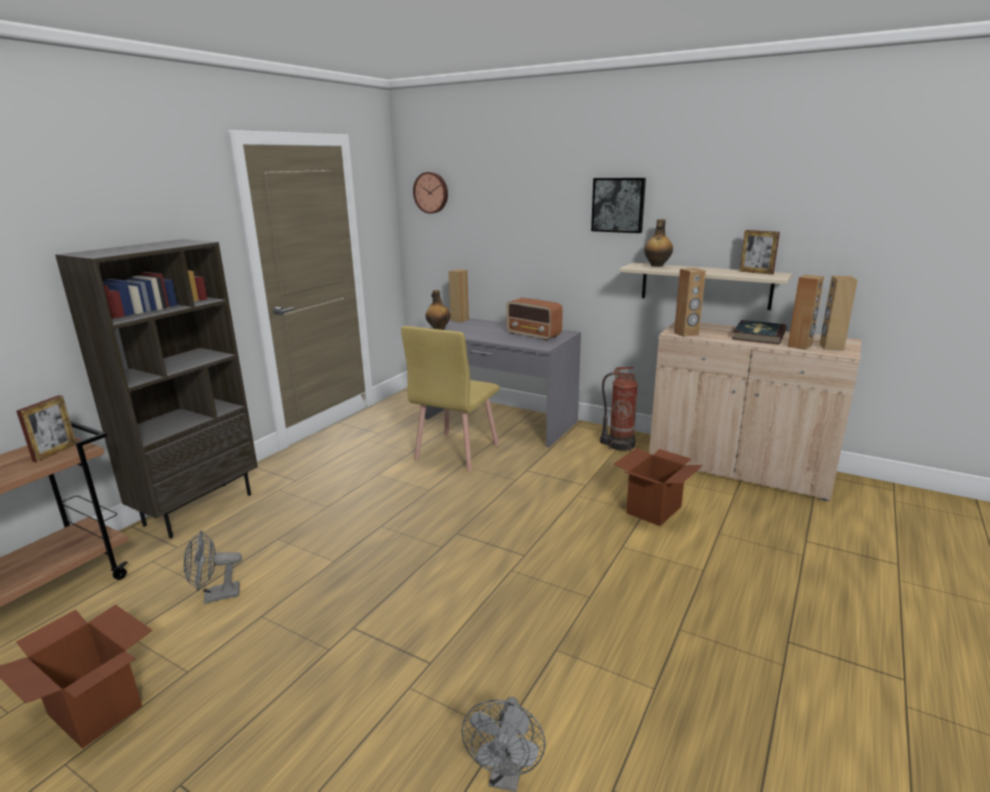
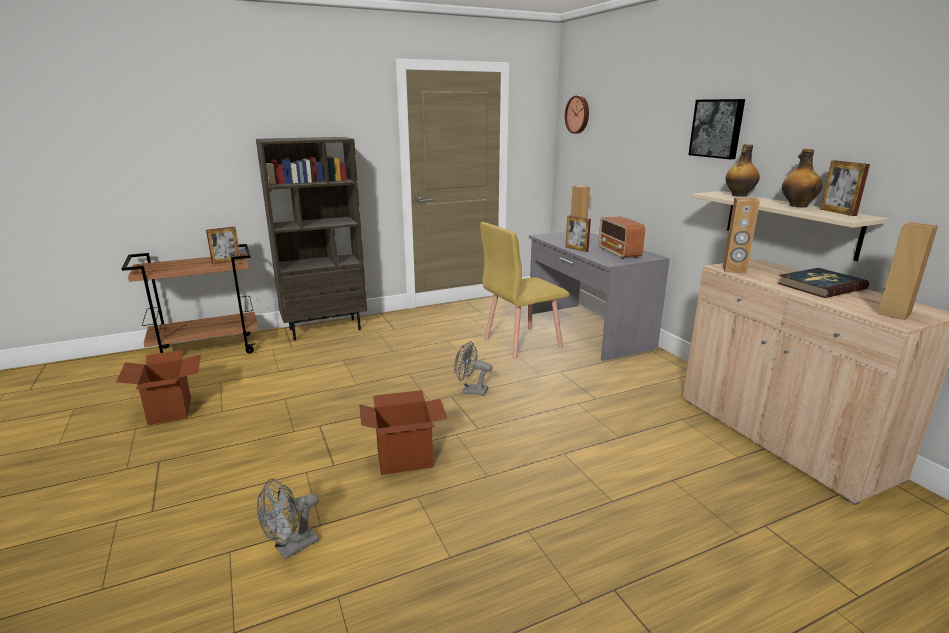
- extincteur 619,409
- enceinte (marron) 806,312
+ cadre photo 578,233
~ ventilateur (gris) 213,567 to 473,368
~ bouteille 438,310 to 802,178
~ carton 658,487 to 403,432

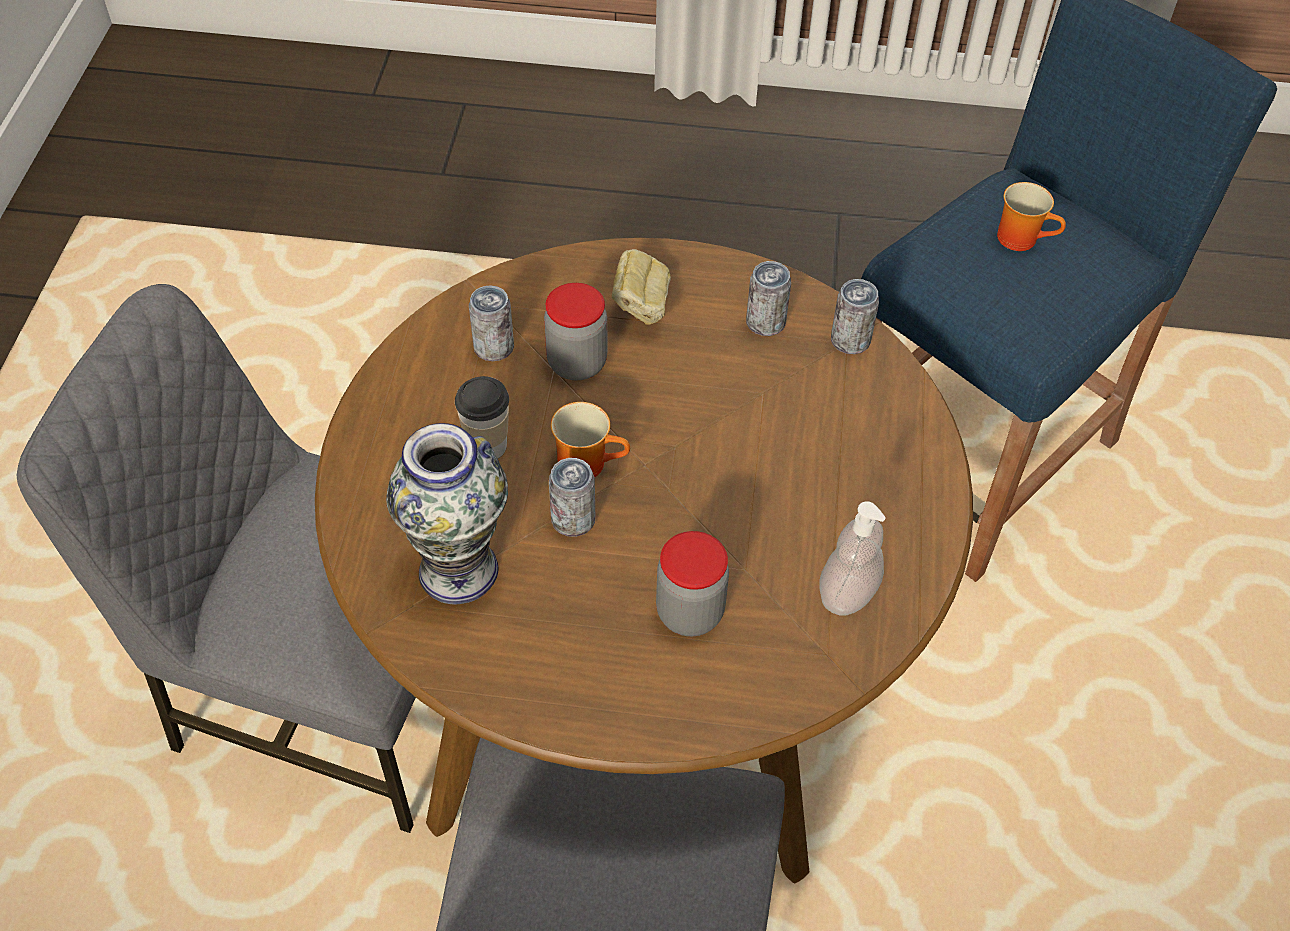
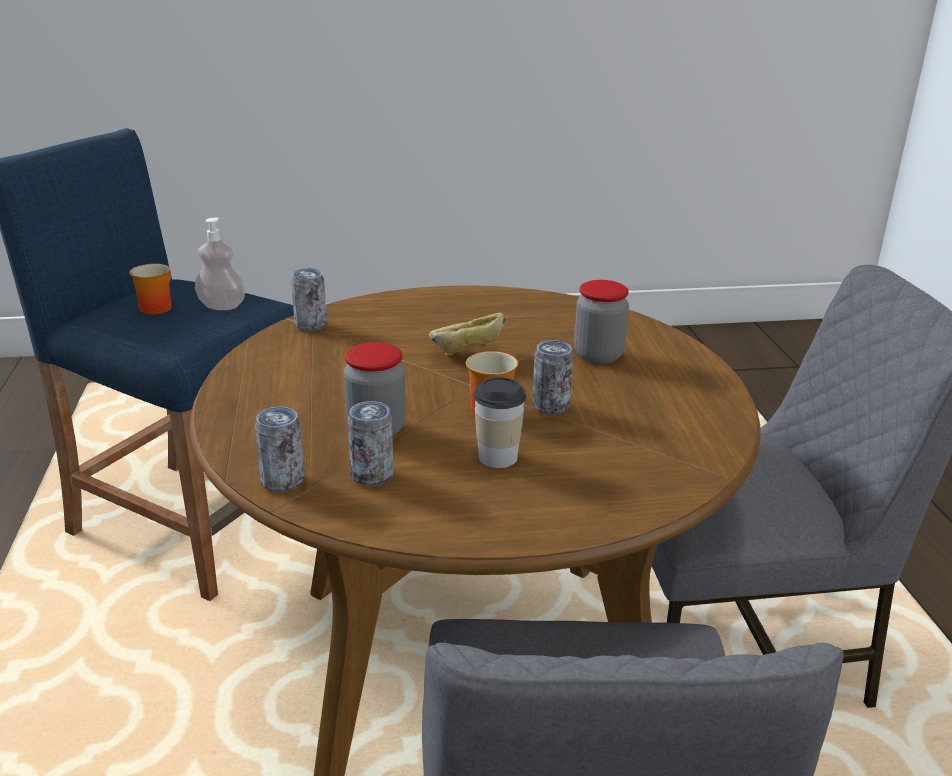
- vase 447,513
~ pain 641,287 to 467,334
~ boîte métallique 768,298 to 280,450
~ distributeur de savon 852,558 to 220,264

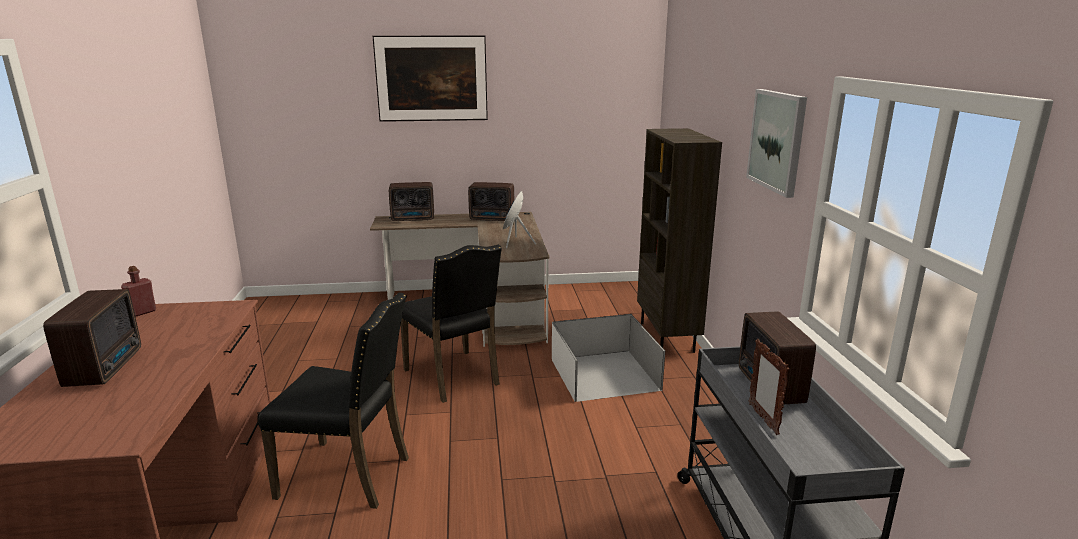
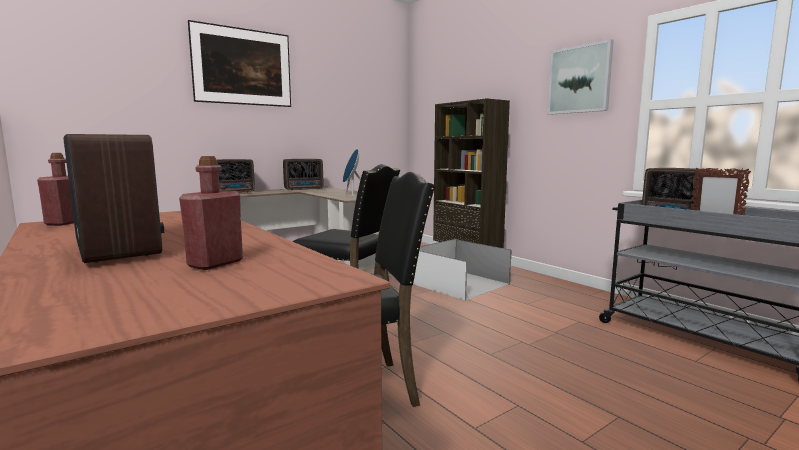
+ bouteille (rouge) 211,213

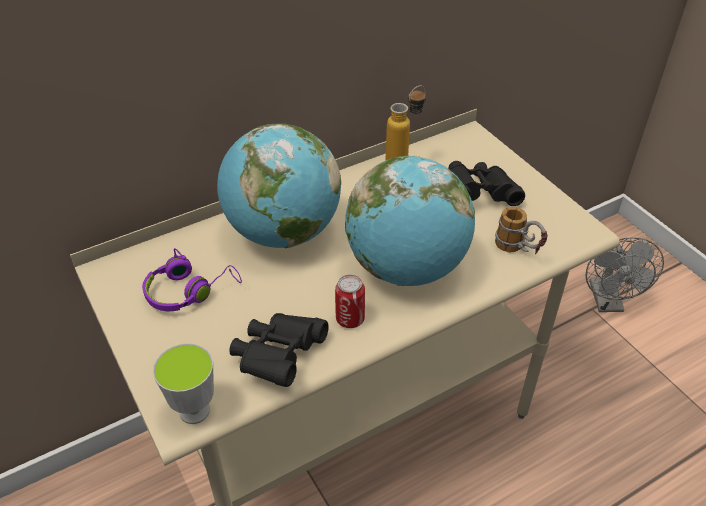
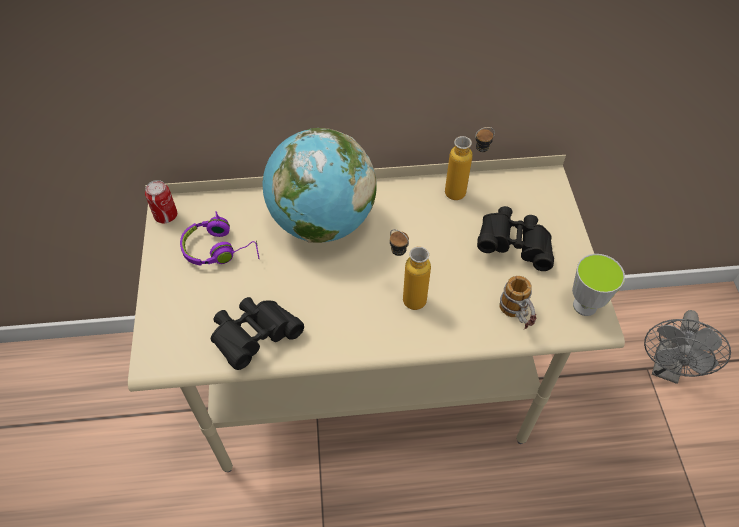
~ tasse 183,383 to 598,285
~ boîte métallique 350,301 to 161,202
~ globe 410,221 to bouteille 410,269

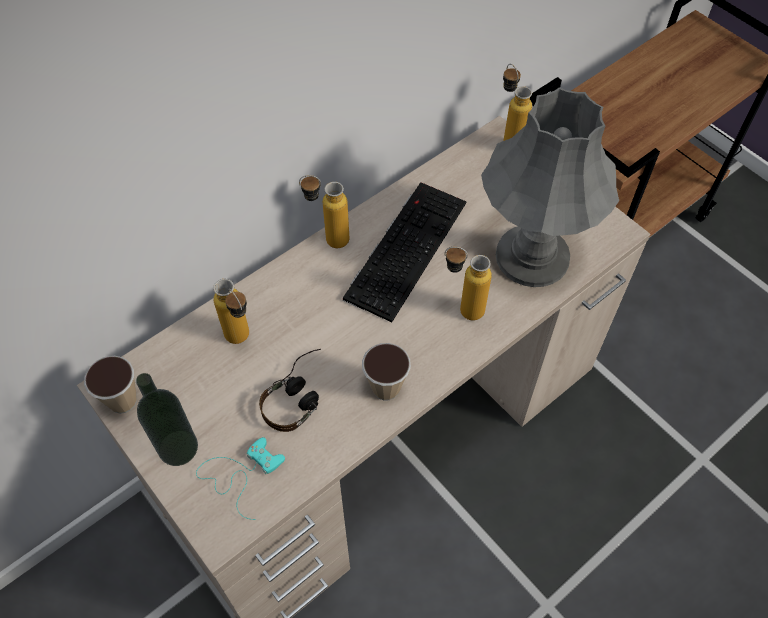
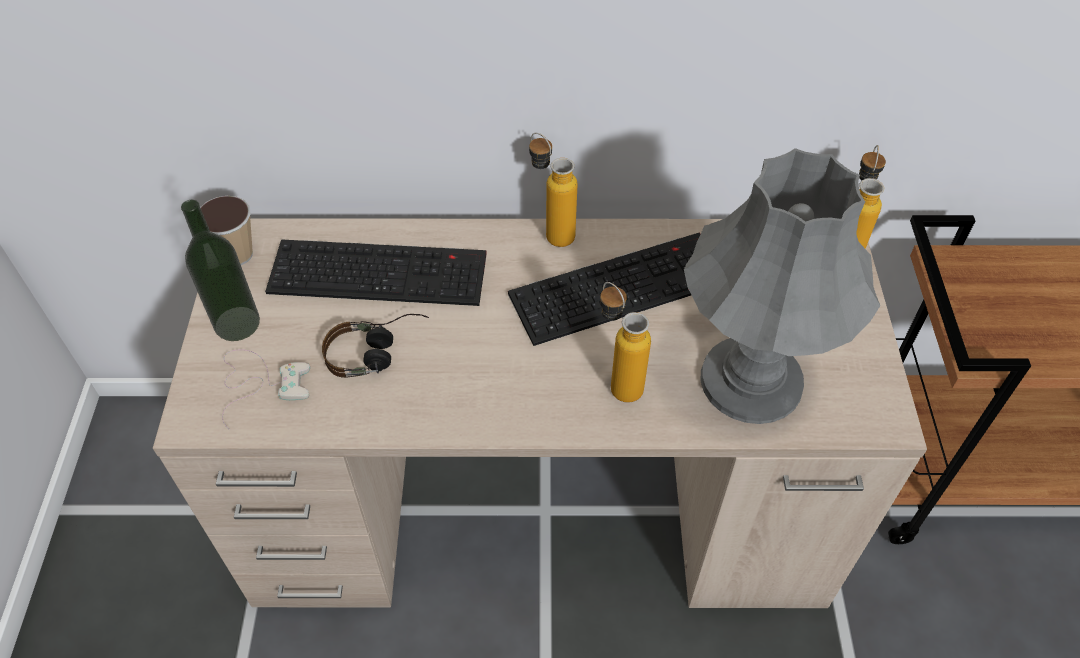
- tasse 386,372
~ bouteille 231,311 to clavier 376,272
~ manette (turquoise) 240,478 to manette (blanc) 266,389

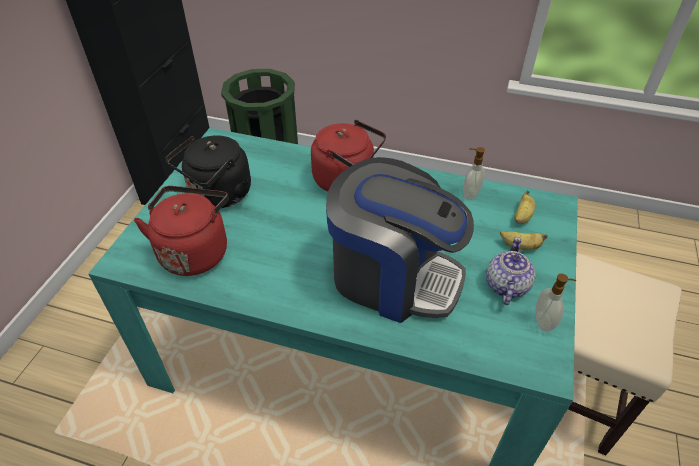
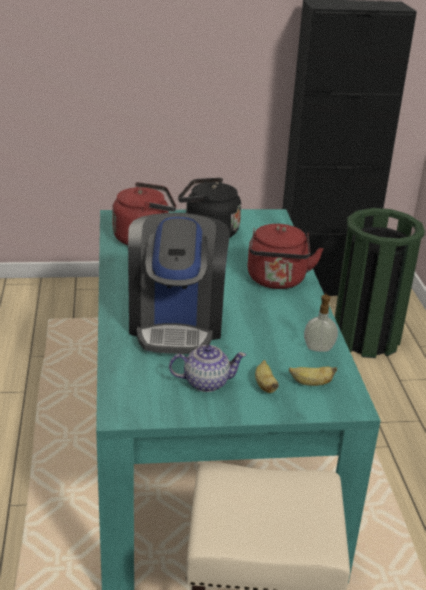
- distributeur de savon 556,303

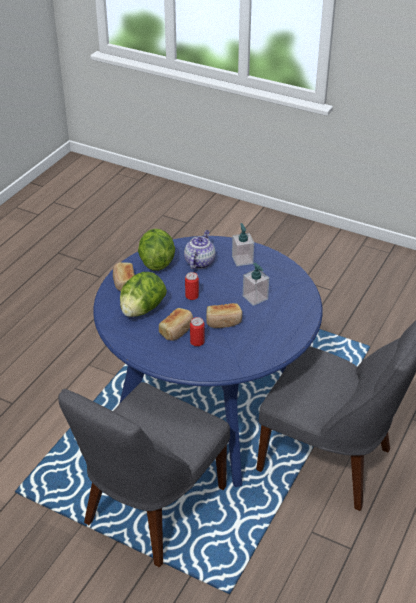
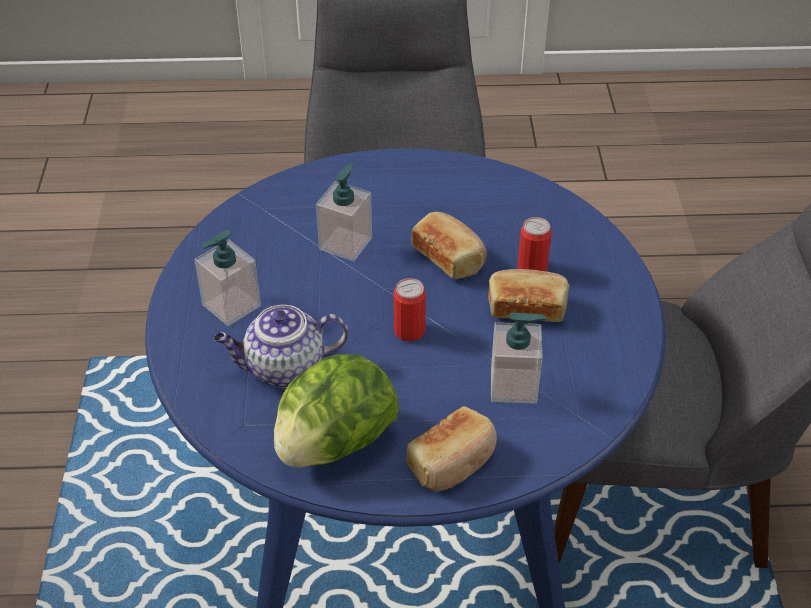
~ laitue 143,294 to distributeur de savon 518,358

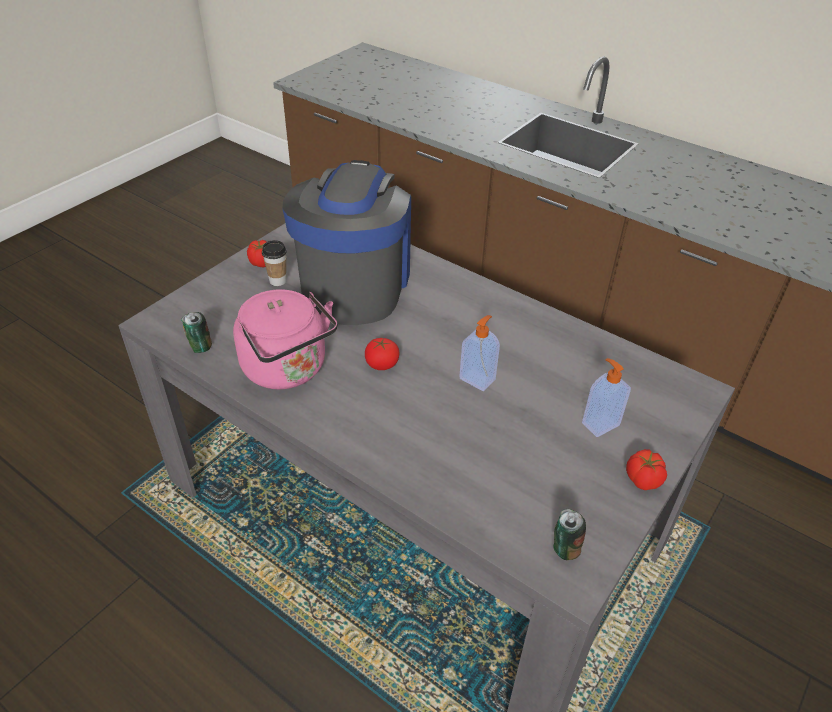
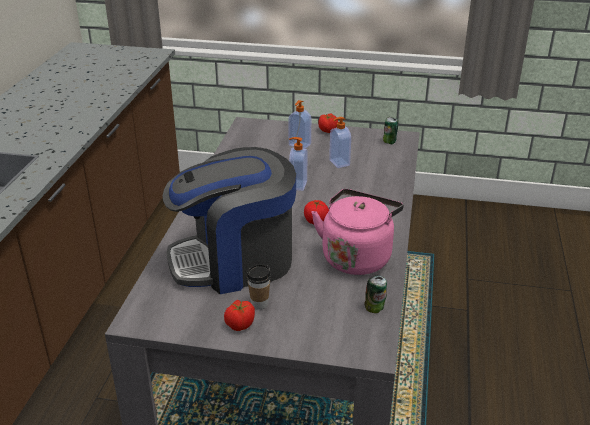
+ distributeur de savon 340,142

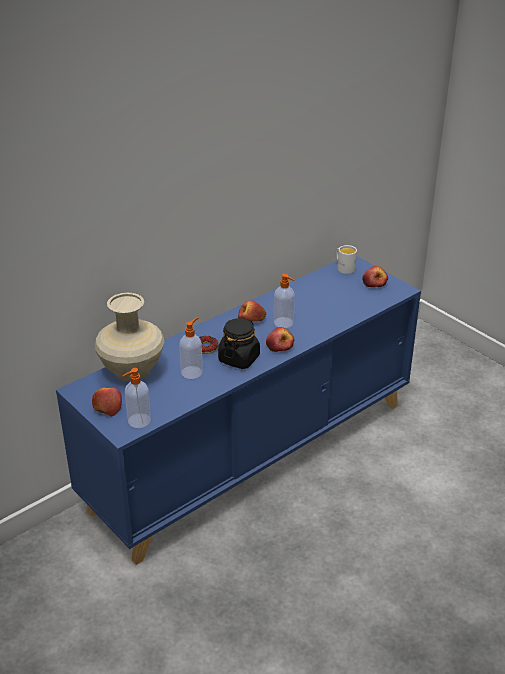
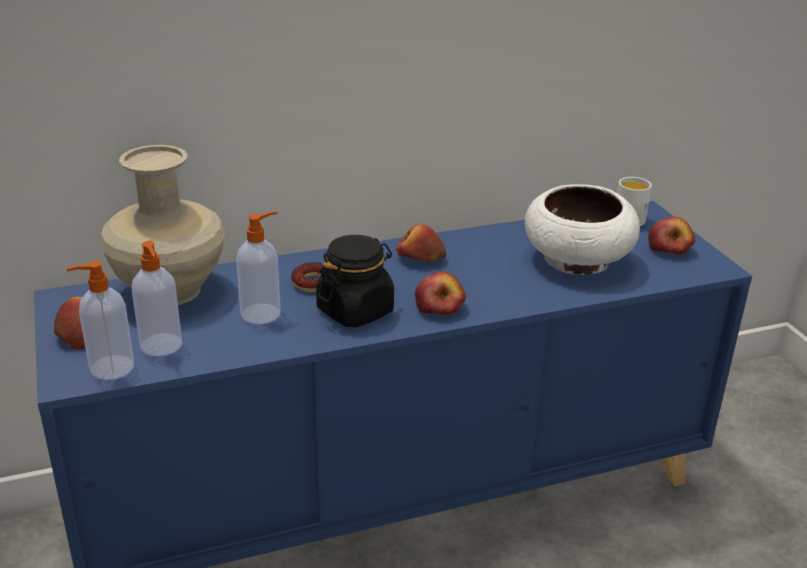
+ bol (blanc) 582,229
~ distributeur de savon 284,301 to 157,298

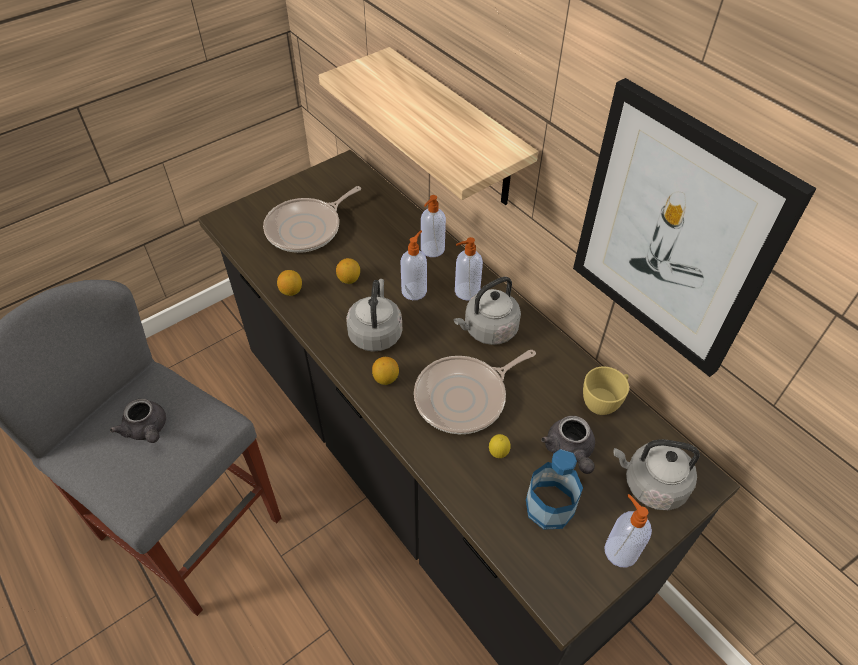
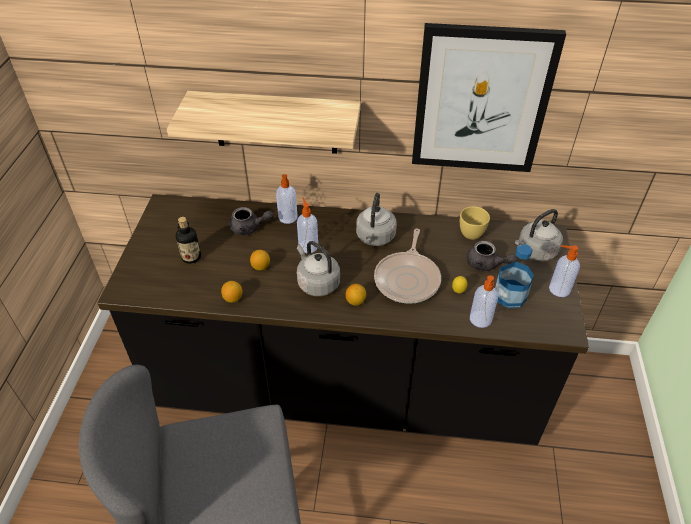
~ théière (gris) 138,421 to 251,221
~ distributeur de savon 469,269 to 484,301
~ poêle 312,219 to bouteille 188,240

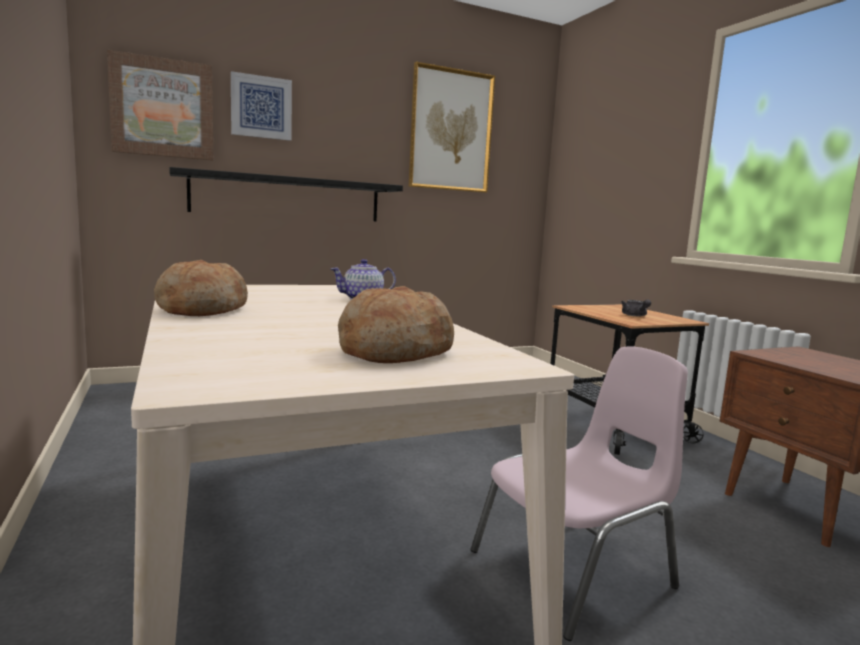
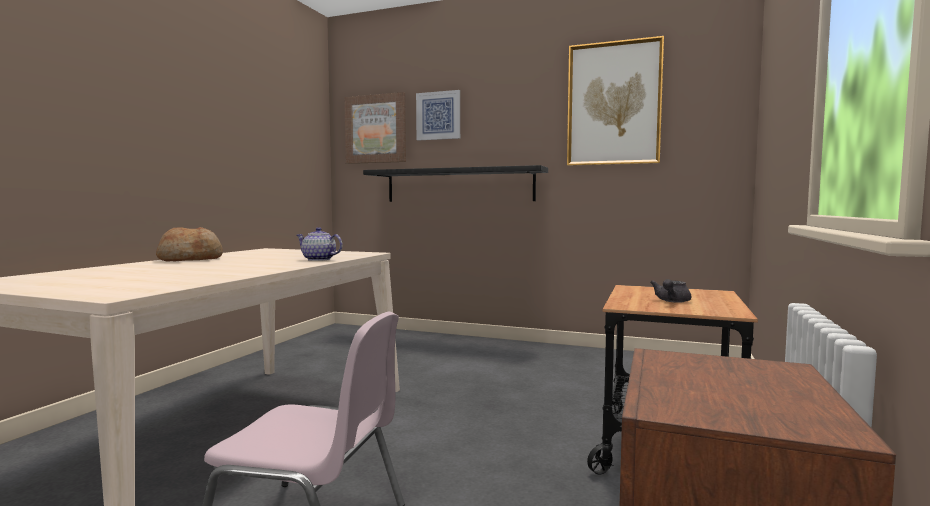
- pain 396,324

